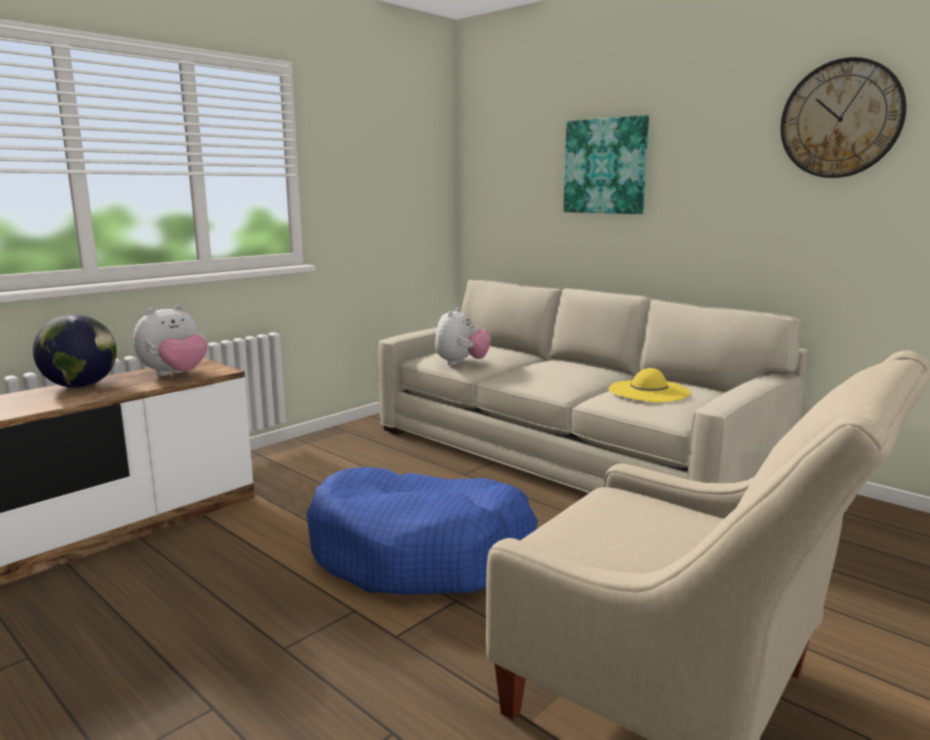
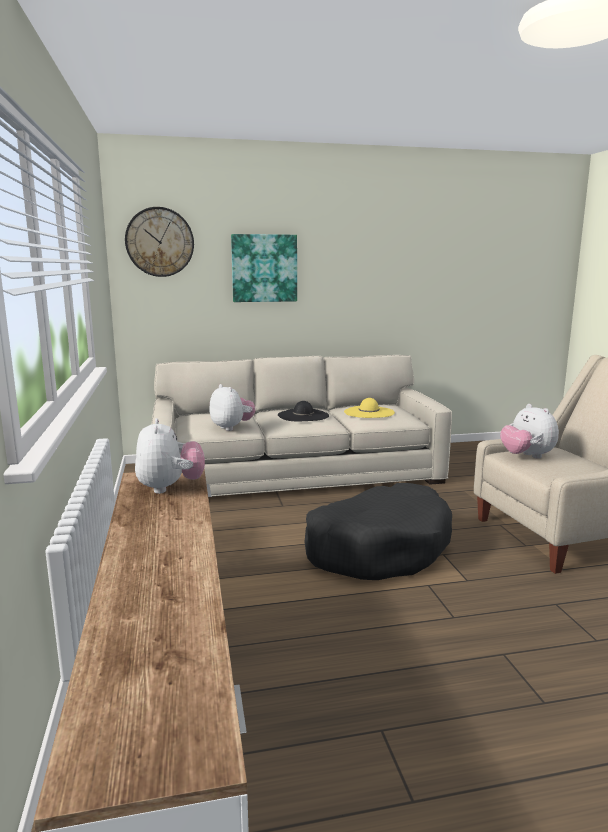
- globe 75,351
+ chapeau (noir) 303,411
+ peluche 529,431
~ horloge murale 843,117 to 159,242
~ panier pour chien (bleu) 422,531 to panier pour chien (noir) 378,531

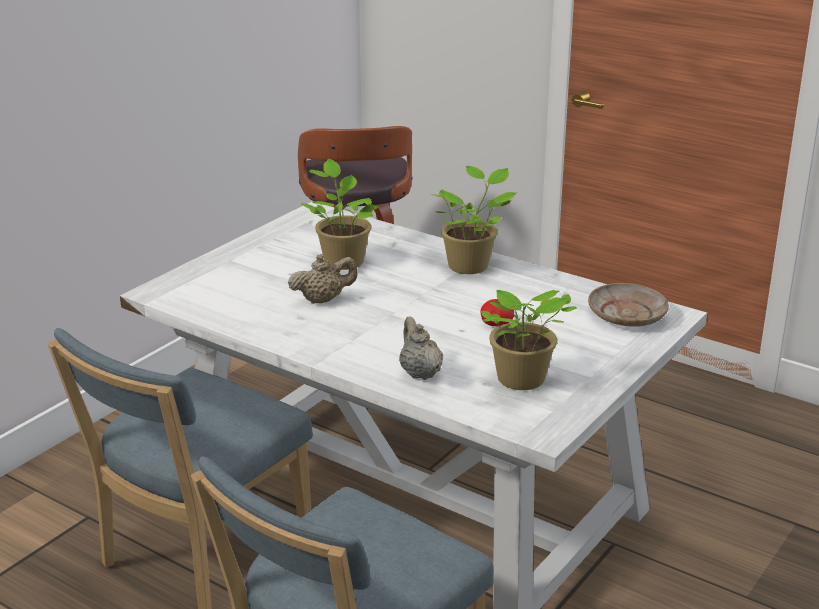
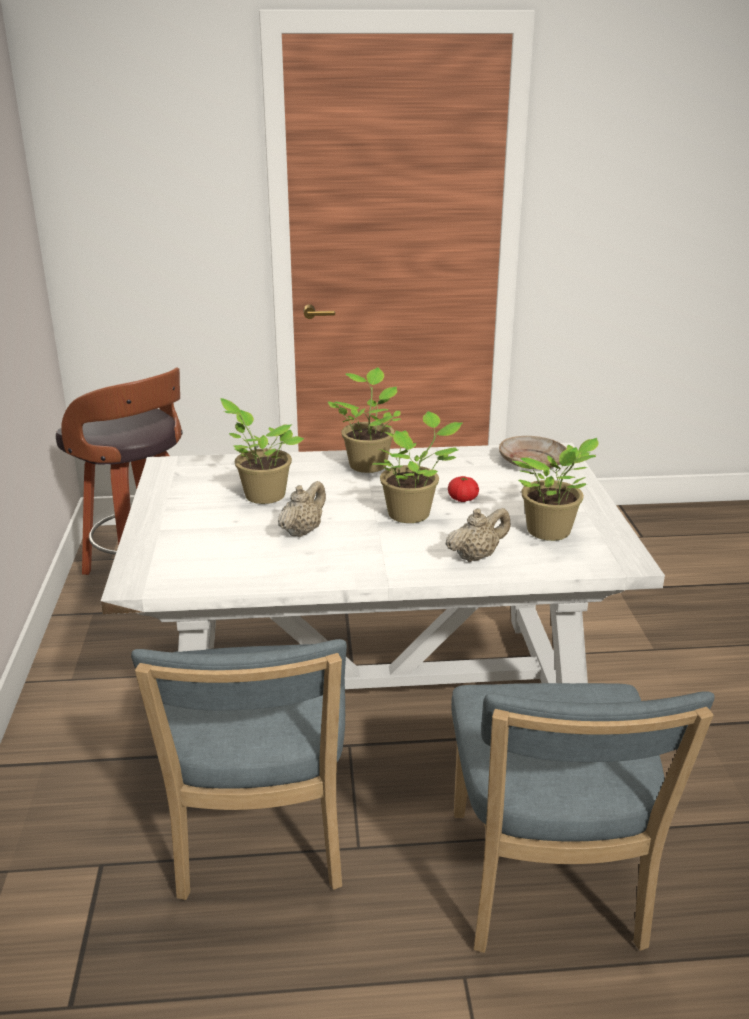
+ plante en pot 417,467
~ théière (beige) 421,348 = 478,535 120 degrees clockwise

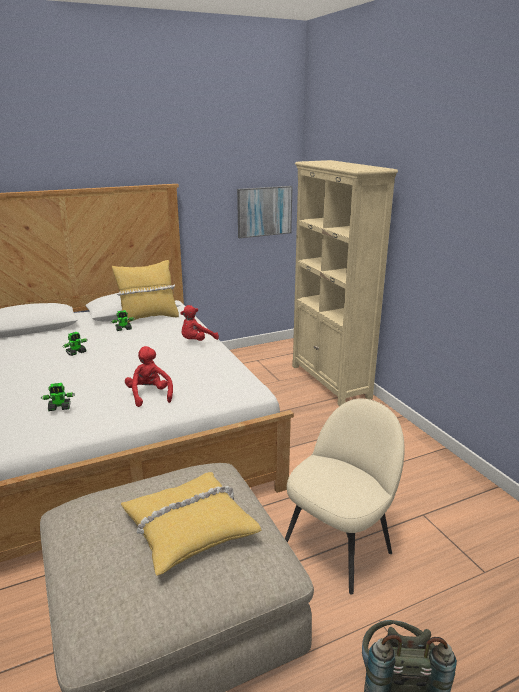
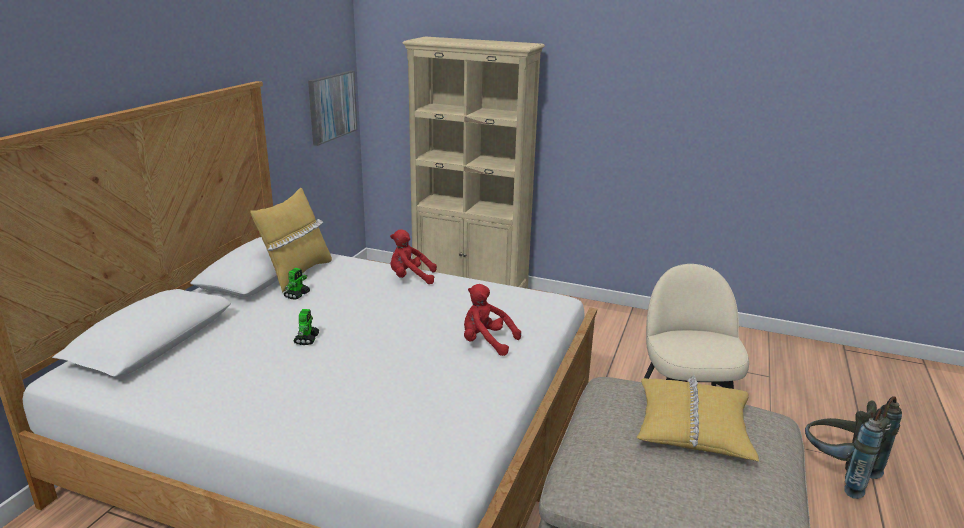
- robot jouet 58,397
~ peluche (rouge) 199,323 = 413,256 90 degrees clockwise

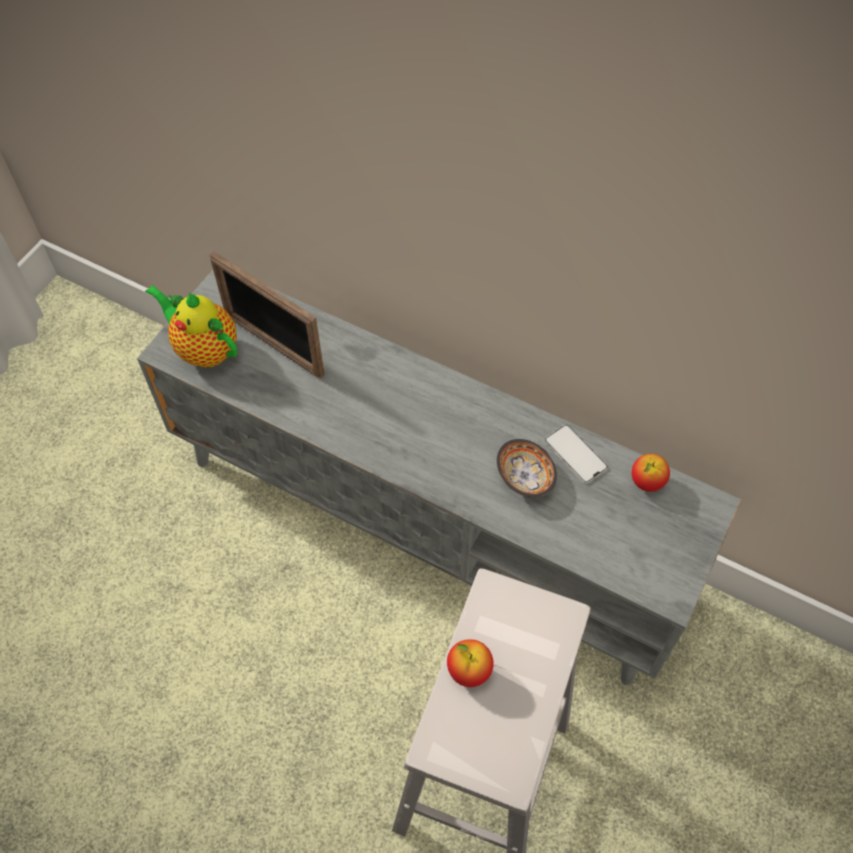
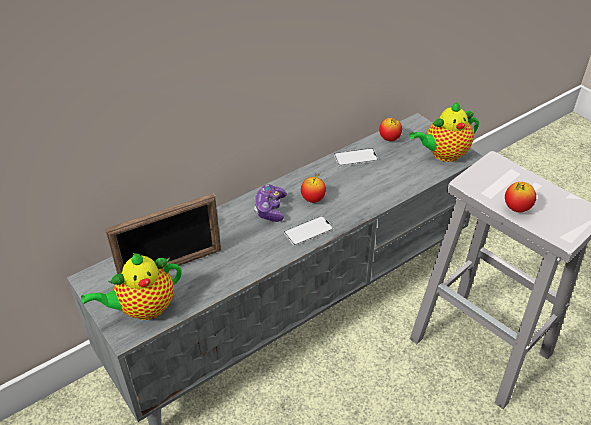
- bol 527,468
+ manette 270,203
+ téléphone 309,231
+ pomme 313,188
+ théière 444,131

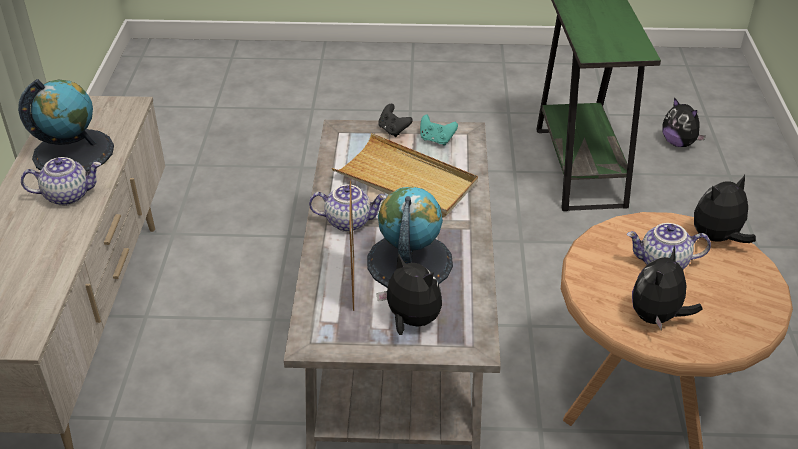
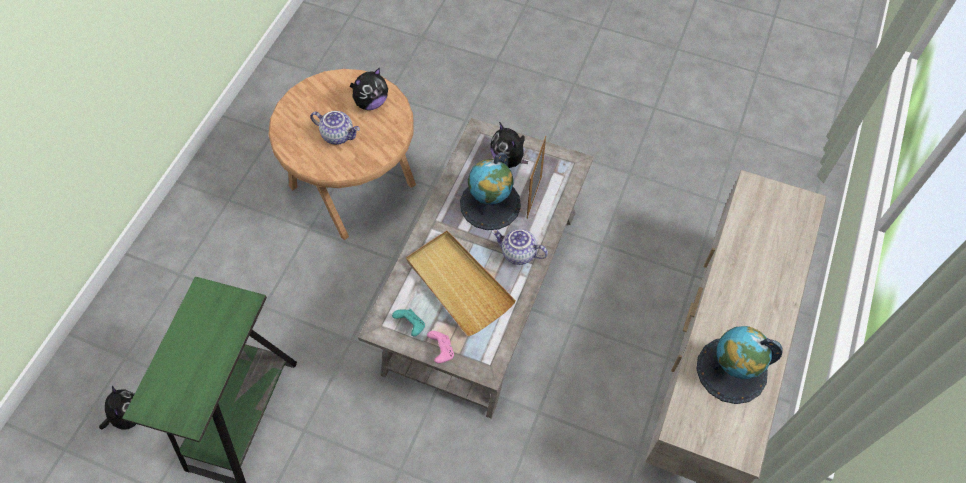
- théière 61,181
- peluche 725,209
~ manette (noir) 395,120 to manette (rose) 440,347

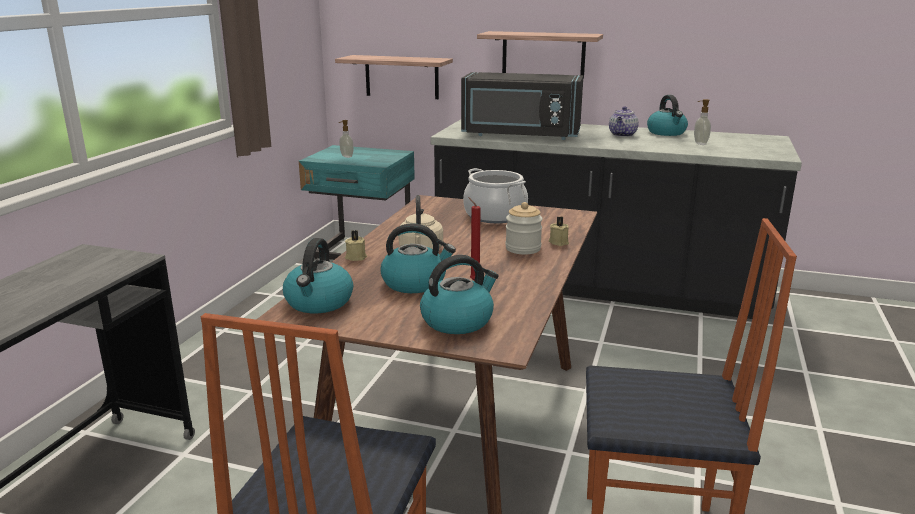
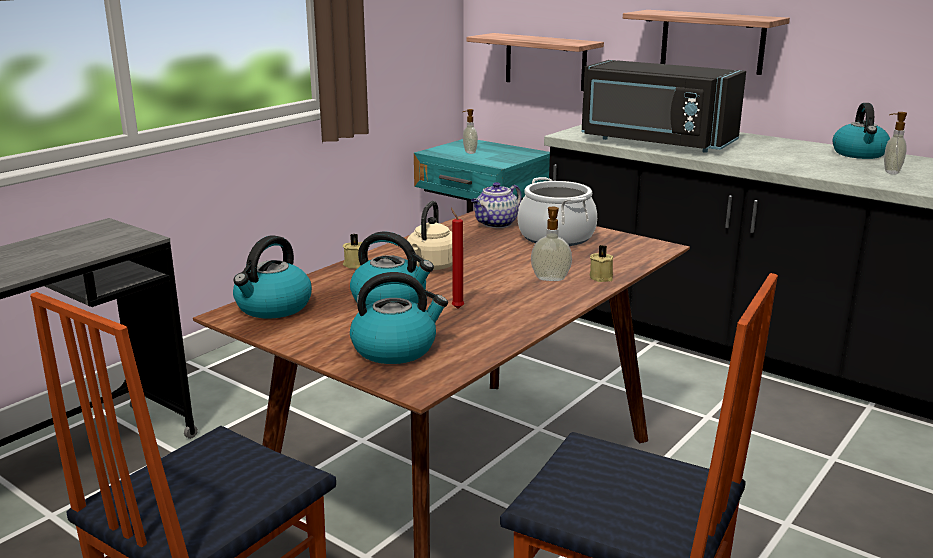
~ théière 624,121 to 496,205
~ bocal 524,228 to distributeur de savon 551,244

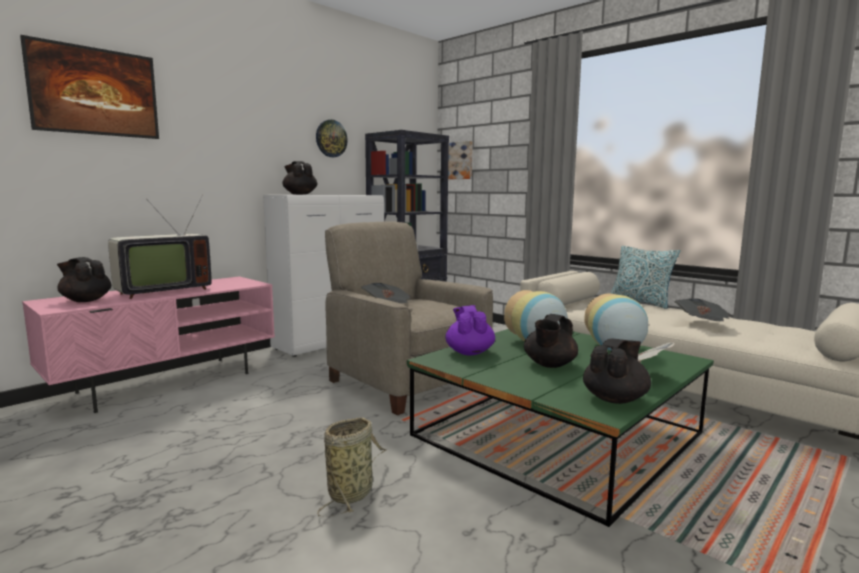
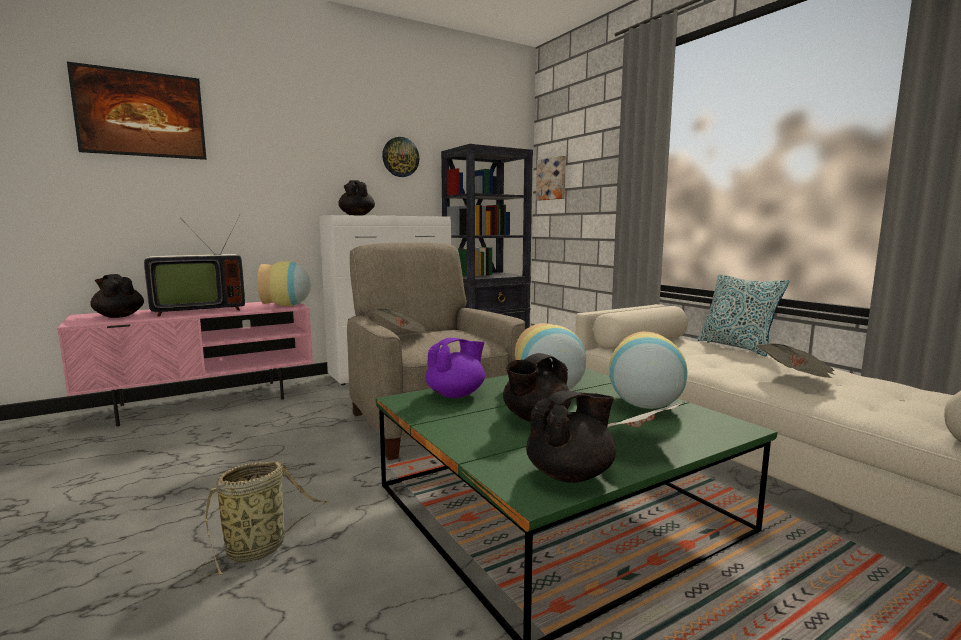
+ vase 284,283
~ théière (violet) 470,330 = 455,368 45 degrees clockwise

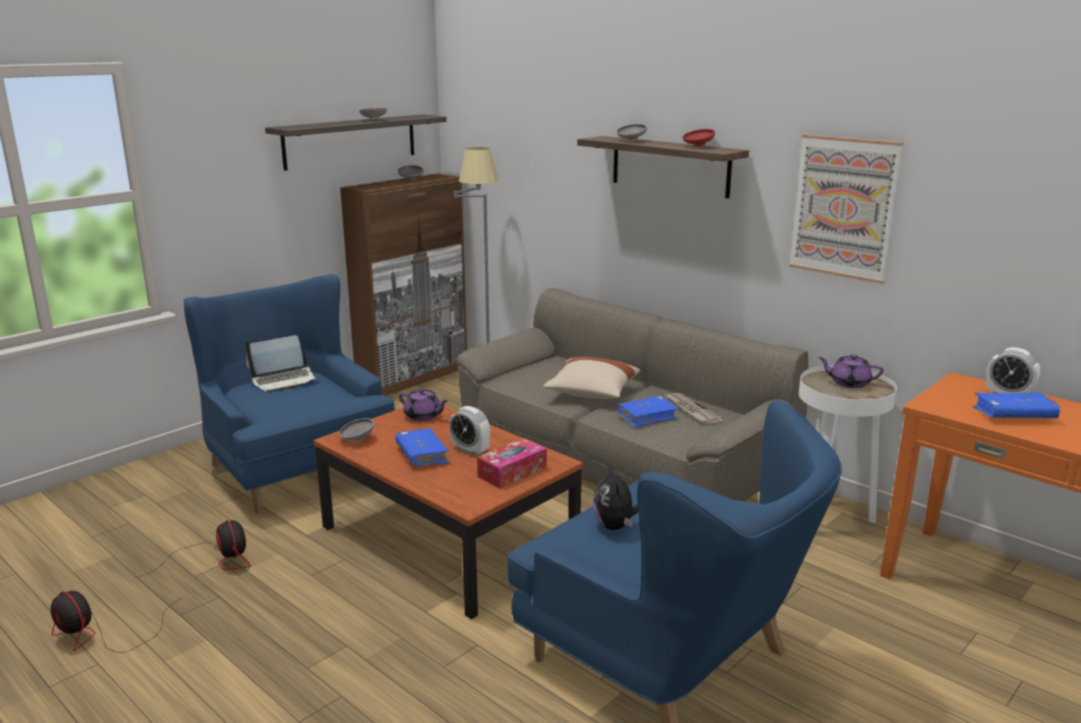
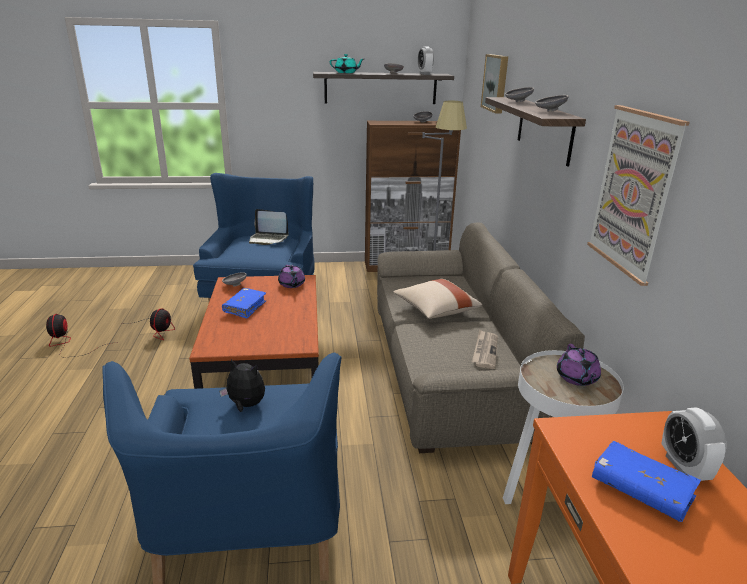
- boîte à mouchoirs 512,463
- livre (bleu) 648,412
+ théière (turquoise) 347,63
+ tableau 494,84
~ réveil 469,431 to 426,61
~ bol (rouge) 699,138 to bol (gris) 552,103
~ peluche 615,498 = 242,385 75 degrees clockwise
~ théière (violet) 851,371 = 579,365 150 degrees counterclockwise

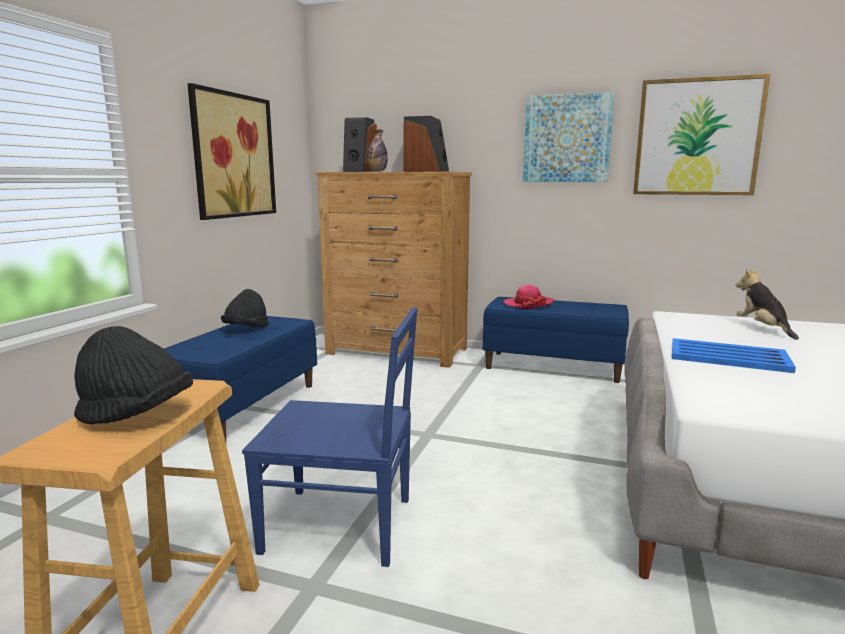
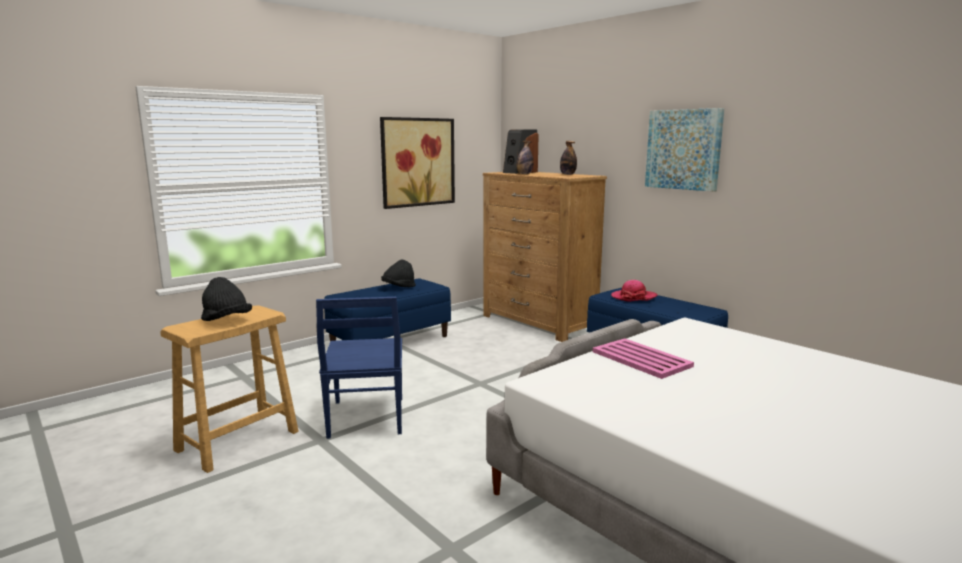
- tableau 701,134
- peluche 767,304
~ enceinte 426,144 to bouteille 568,158
~ plateau (bleu) 734,355 to plateau (rose) 643,358
~ chaise (bleu) 330,437 = 359,368 45 degrees clockwise

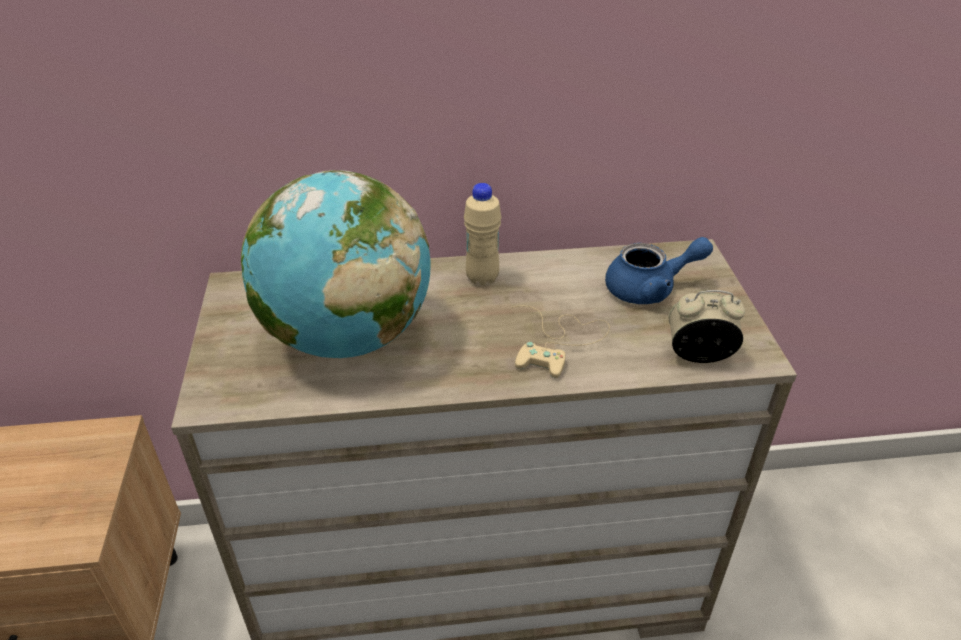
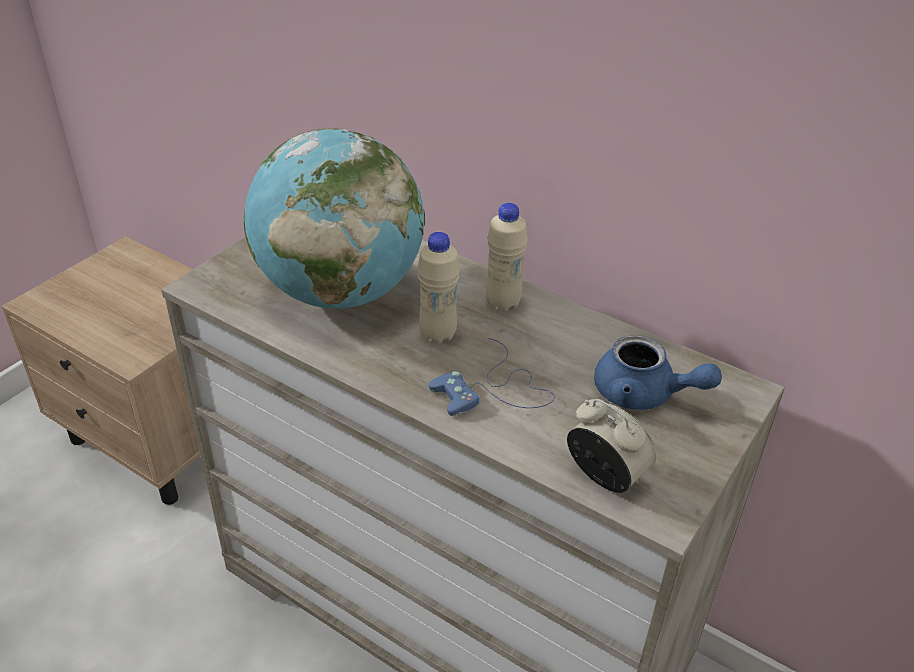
+ bouteille (beige) 438,288
~ manette (beige) 560,342 to manette (bleu) 492,377

